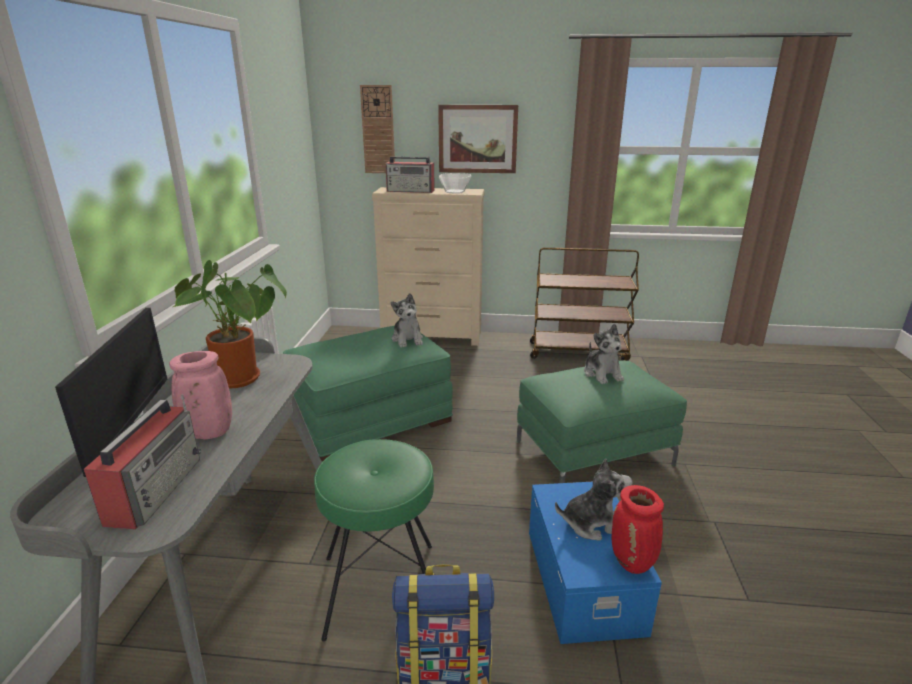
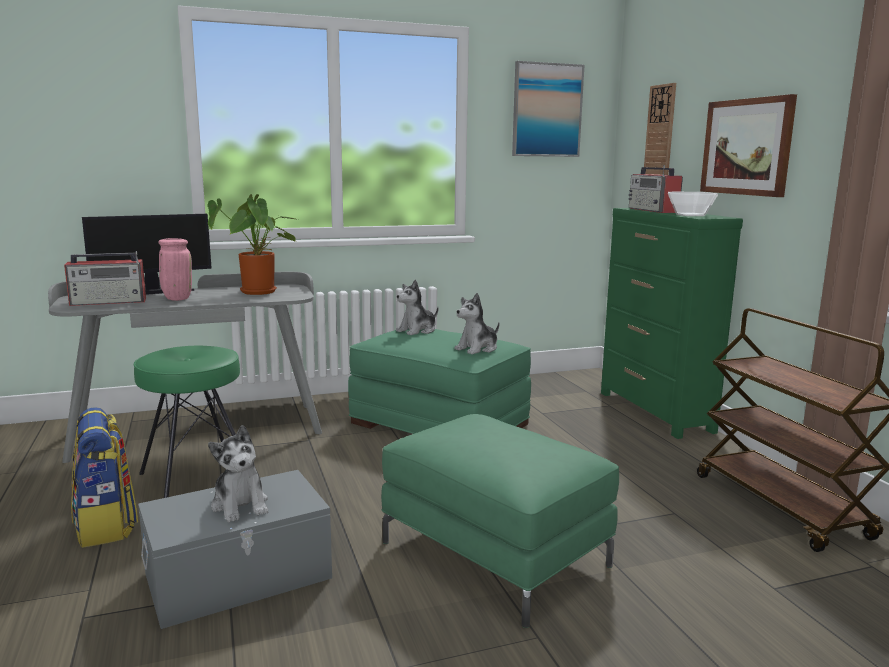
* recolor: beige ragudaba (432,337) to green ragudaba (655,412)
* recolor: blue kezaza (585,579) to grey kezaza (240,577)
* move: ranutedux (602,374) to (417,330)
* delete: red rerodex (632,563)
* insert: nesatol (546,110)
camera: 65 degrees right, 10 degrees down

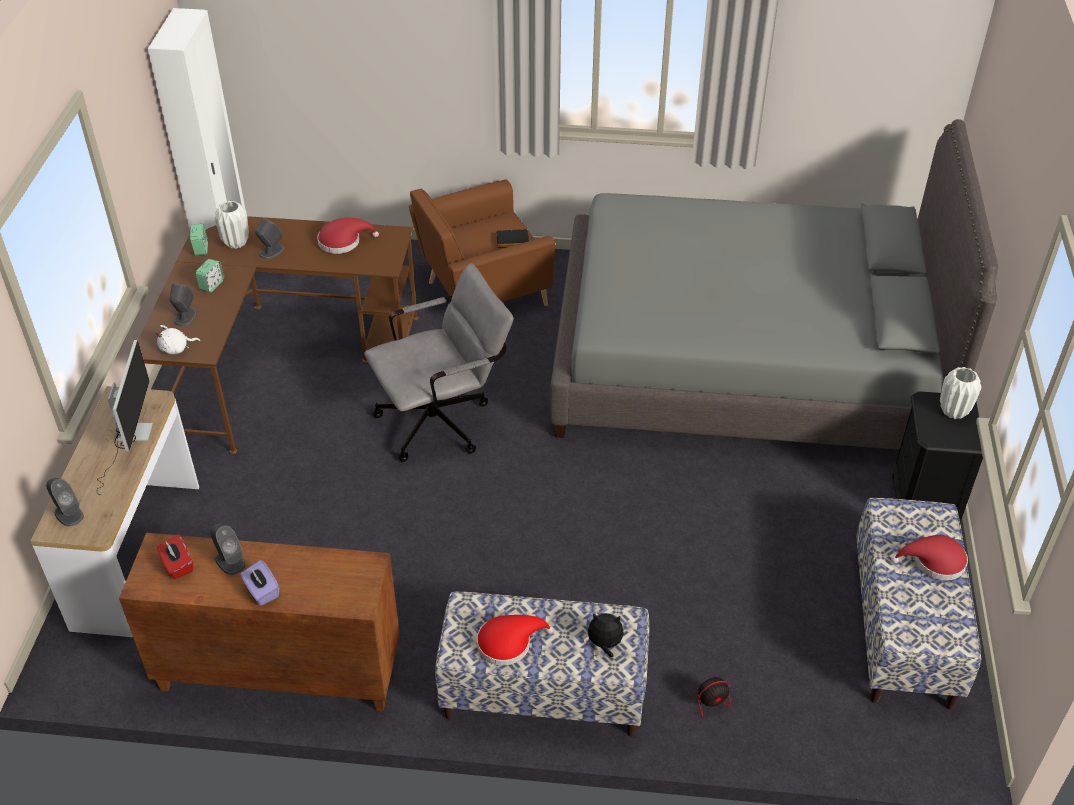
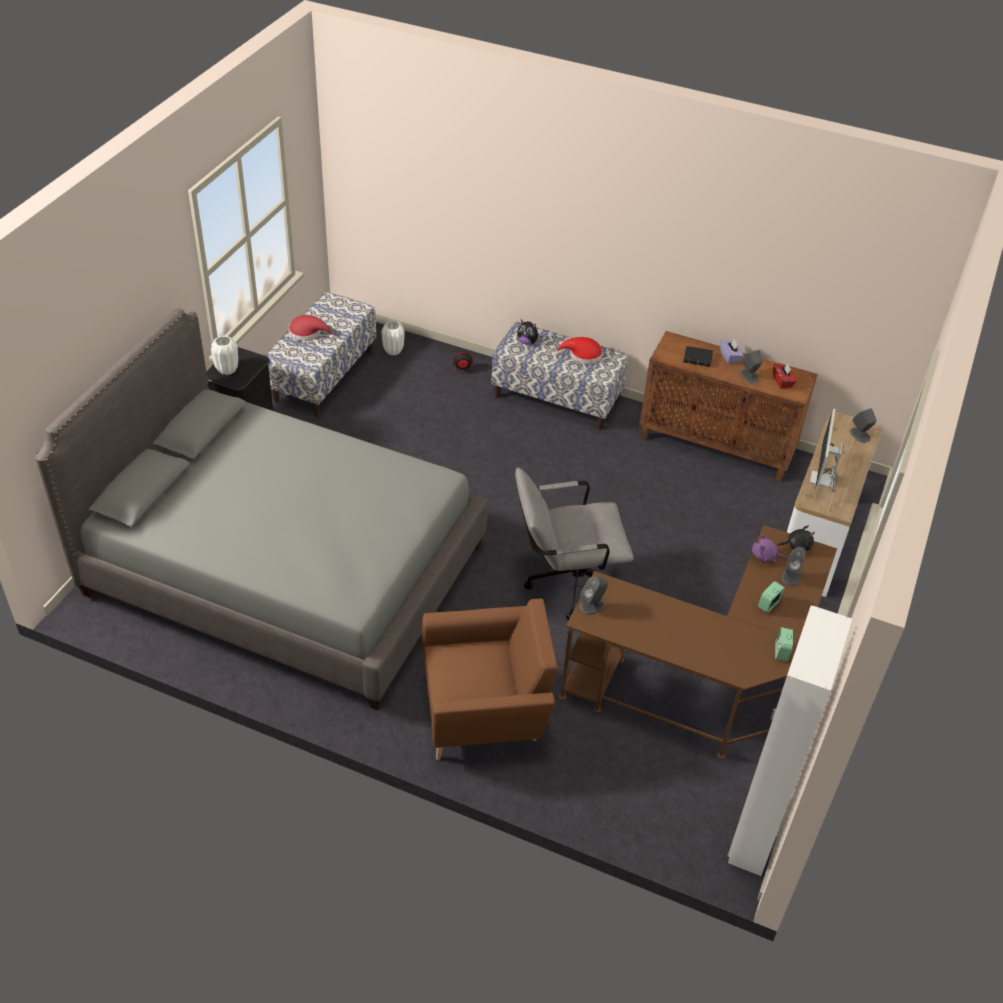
* recolor: white ranutedux (176,348) to black ranutedux (796,546)
* move: white rerodex (236,243) to (393,351)
* move: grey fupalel (271,251) to (592,605)
* delete: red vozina (343,241)
* move: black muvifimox (511,242) to (698,358)
* insert: purple ranutedux (765,557)
camera: 165 degrees left, 0 degrees up

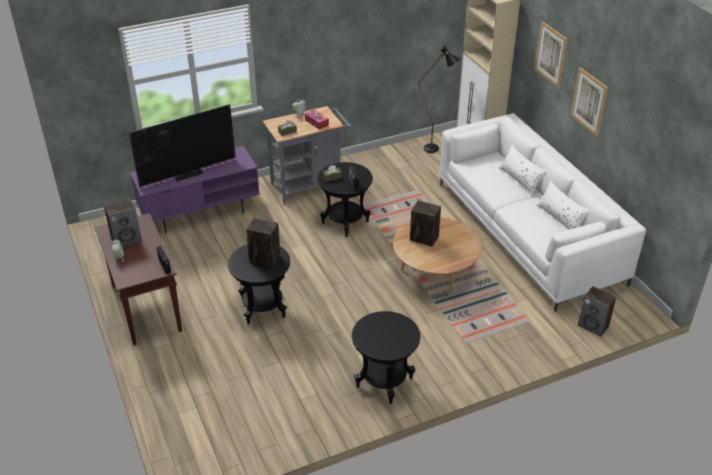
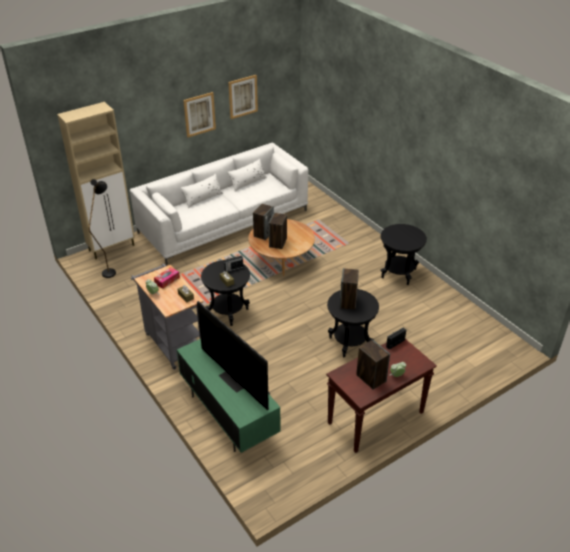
* recolor: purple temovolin (200,212) to green temovolin (228,414)
* move: nesatol (551,54) to (243,96)
* move: fupalel (593,326) to (263,233)
camera: 100 degrees left, 0 degrees up

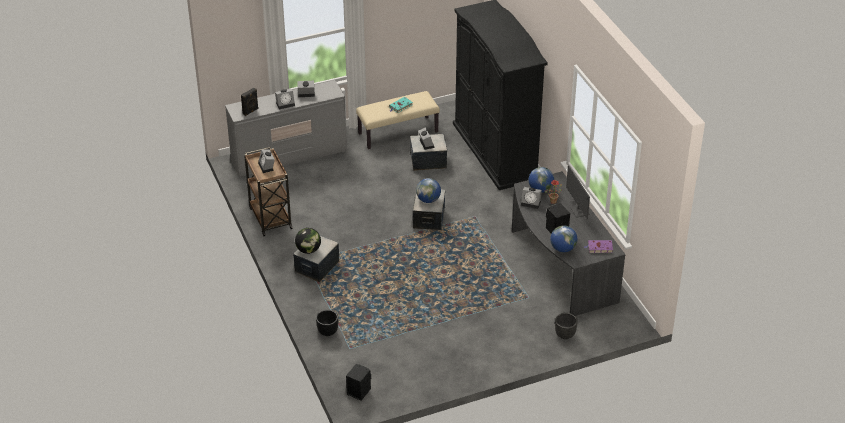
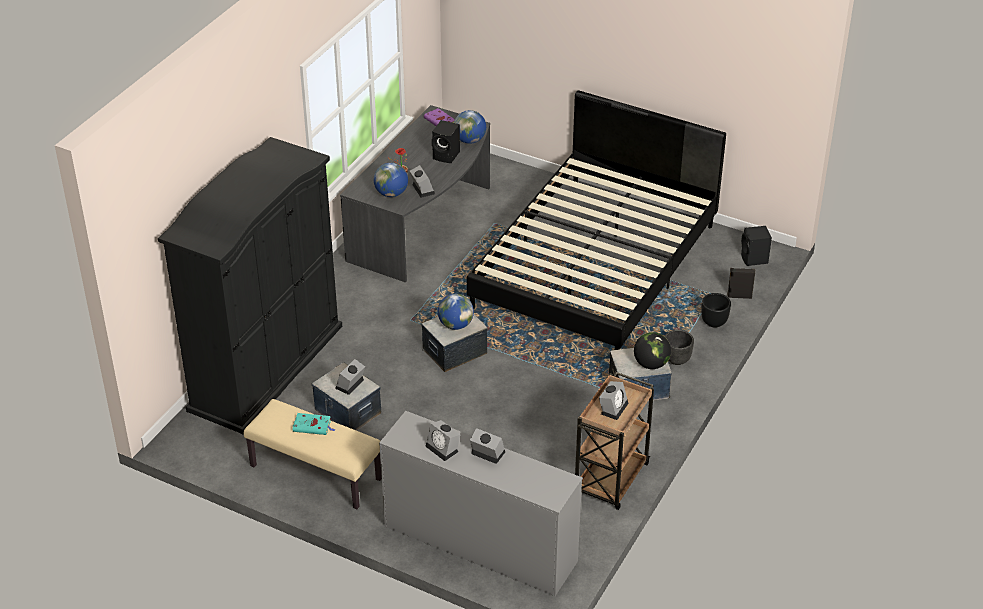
* move: black fupalel (251,111) to (739,295)
* move: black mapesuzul (565,335) to (677,359)
* delete: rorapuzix (579,210)
* insert: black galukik (596,266)
camera: 130 degrees left, 0 degrees up

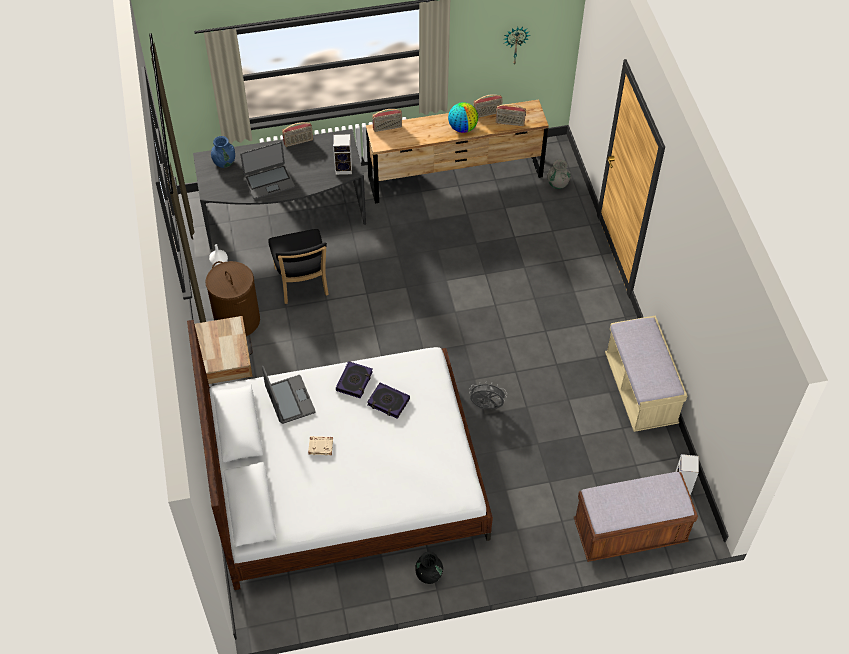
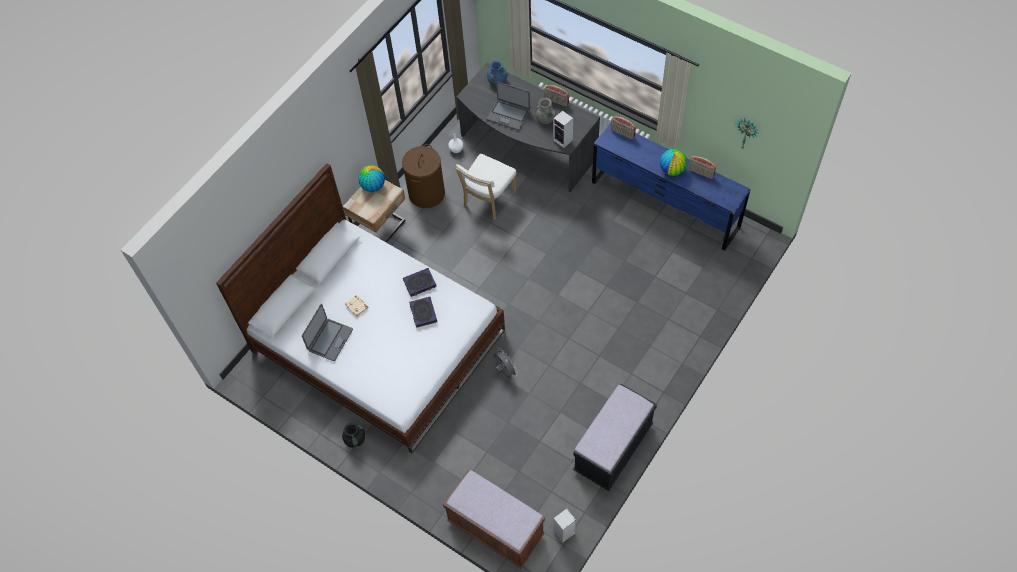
* move: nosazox (289,400) to (330,340)
* recolor: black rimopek (302,284) to white rimopek (488,200)
* recolor: brown ragudaba (455,177) to blue ragudaba (664,205)
* delete: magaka (510,123)
* move: grey rerodex (557,184) to (545,119)
* recolor: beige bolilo (640,390) to black bolilo (613,448)
* insert: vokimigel (373,186)
camera: 50 degrees right, 5 degrees up

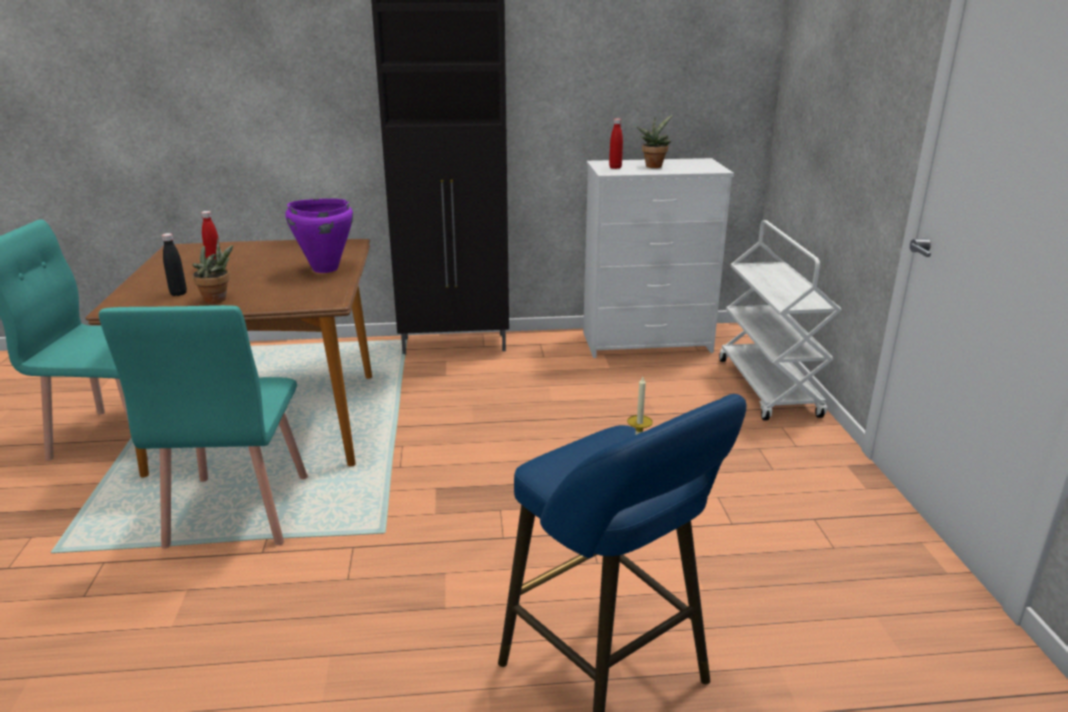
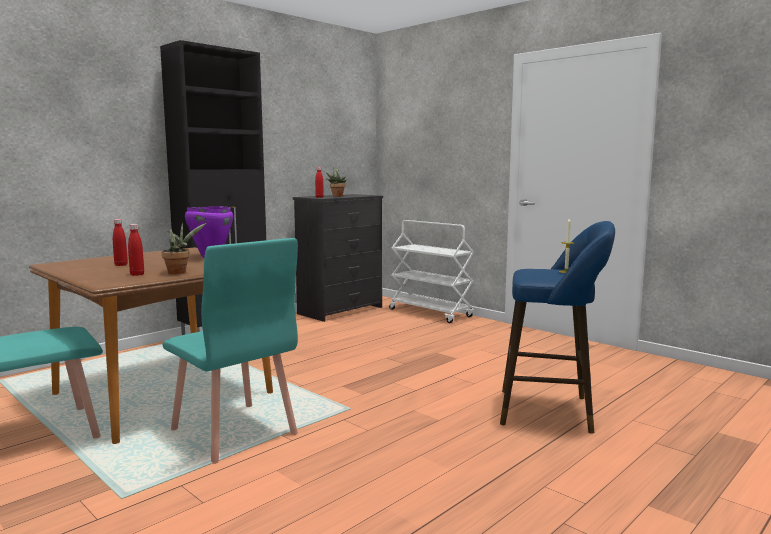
* recolor: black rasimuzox (178,293) to red rasimuzox (137,274)
* recolor: white ragudaba (648,342) to black ragudaba (341,310)
camera: 40 degrees left, 15 degrees down

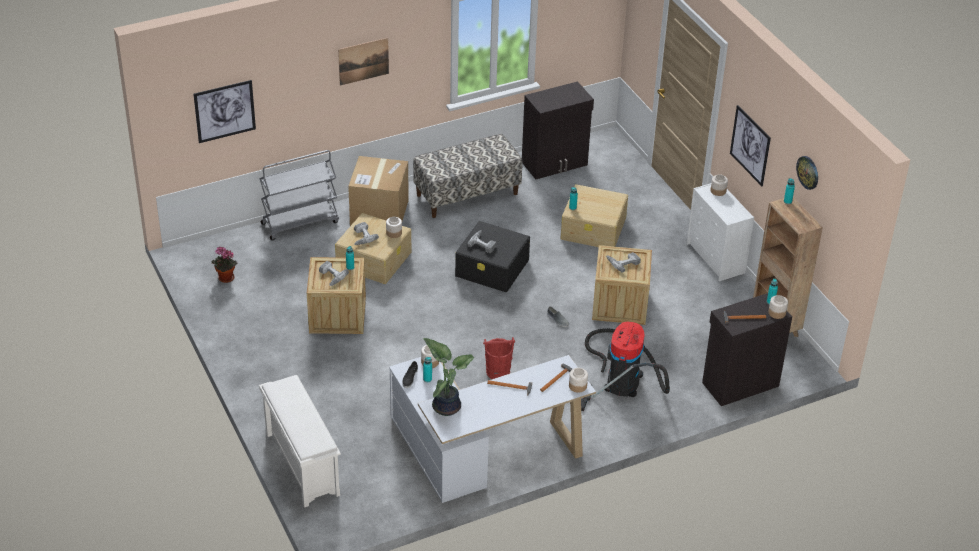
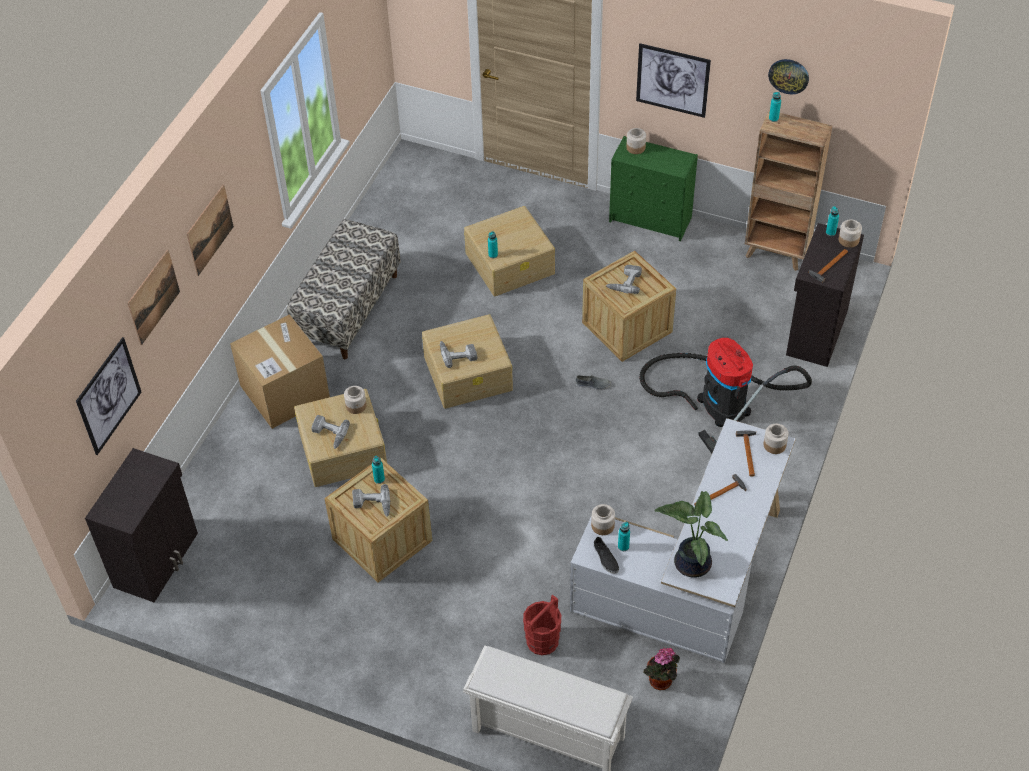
* move: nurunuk (225,279) to (660,682)
* delete: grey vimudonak (300,222)
* recolor: black kezaza (492,268) to beige kezaza (469,373)
* move: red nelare (497,372) to (542,641)
* move: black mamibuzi (555,164) to (157,560)
* recolor: white ragudaba (716,259) to green ragudaba (651,219)
* insert: nesatol (153,297)
camera: 40 degrees left, 10 degrees up

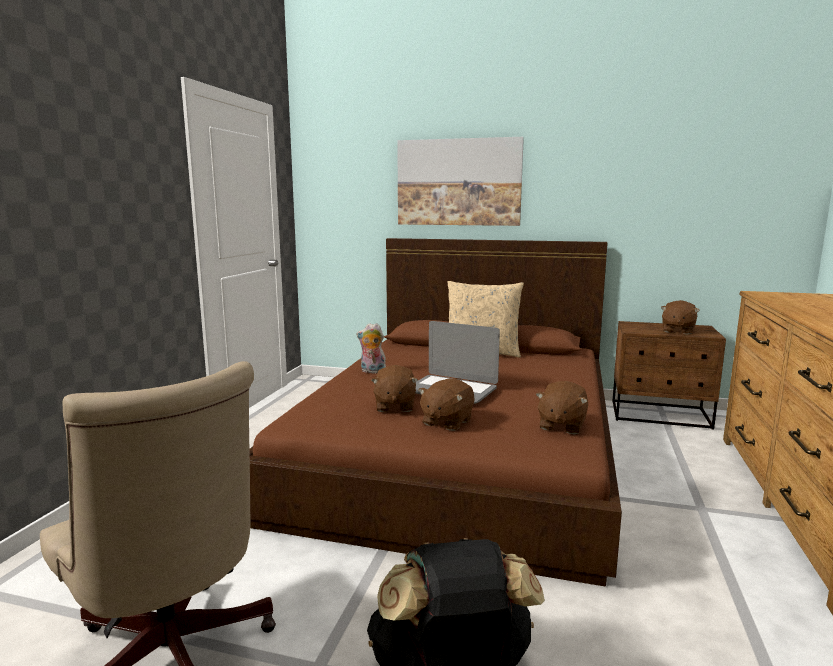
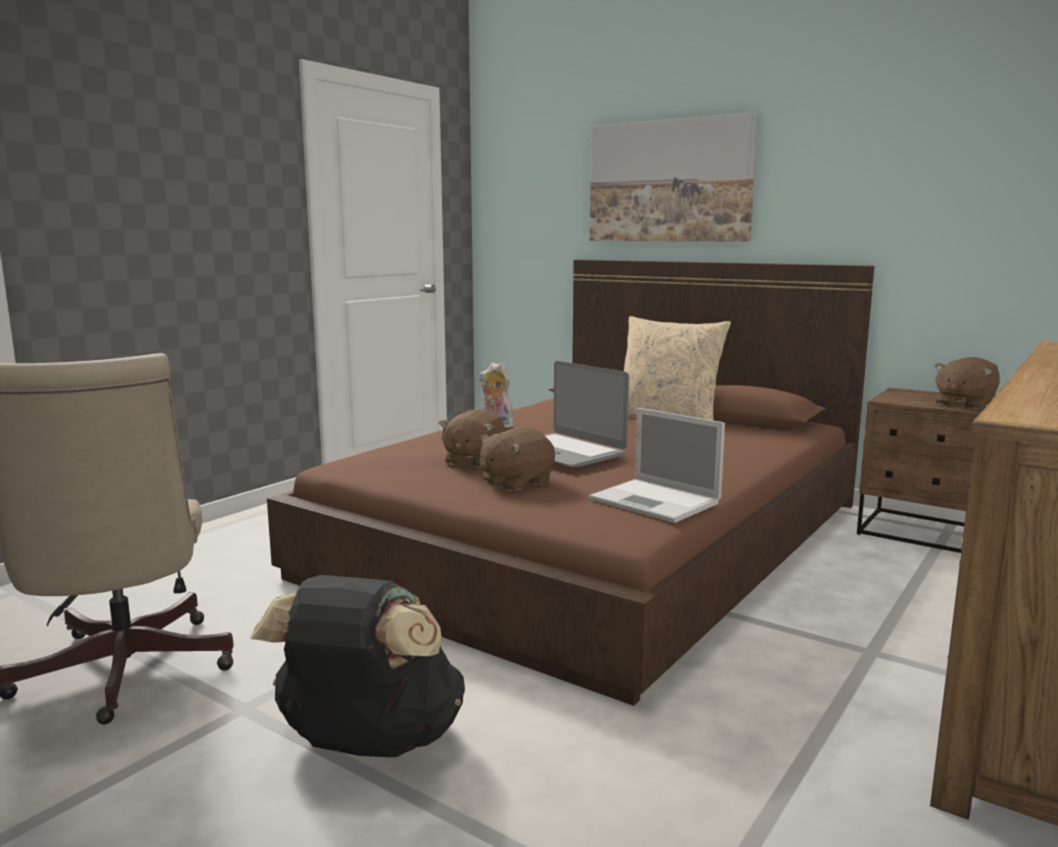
* replace: brown ranutedux (561,425) to nosazox (657,501)
camera: 20 degrees right, 0 degrees up

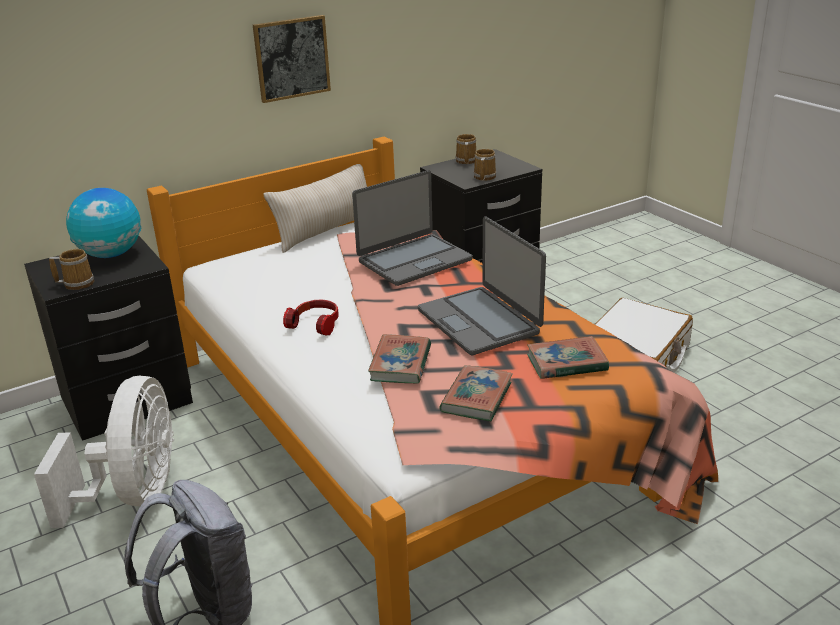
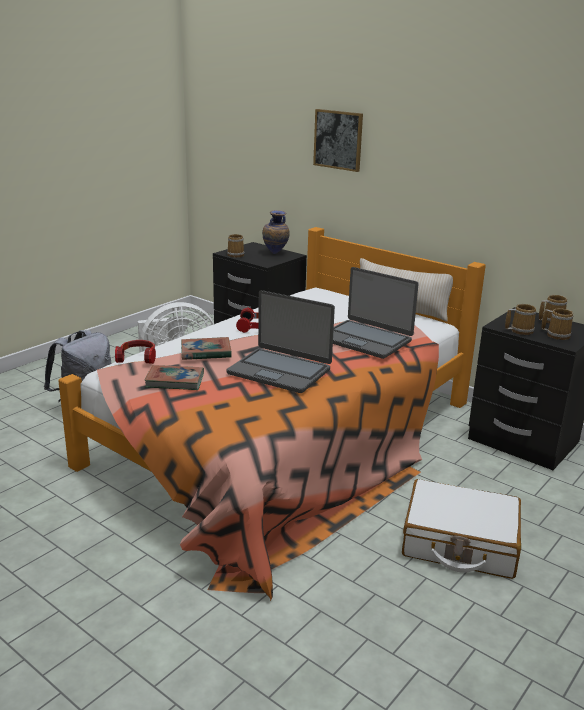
* replace: vokimigel (111,254) to rerodex (275,254)
* move: nesatol (291,58) to (338,140)
* rotate: nosazox (479,321) = (280,371) 105 degrees counterclockwise
* delete: muvifimox (566,363)
* insert: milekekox (137,358)
* insert: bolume (557,335)
camera: 70 degrees right, 5 degrees down

